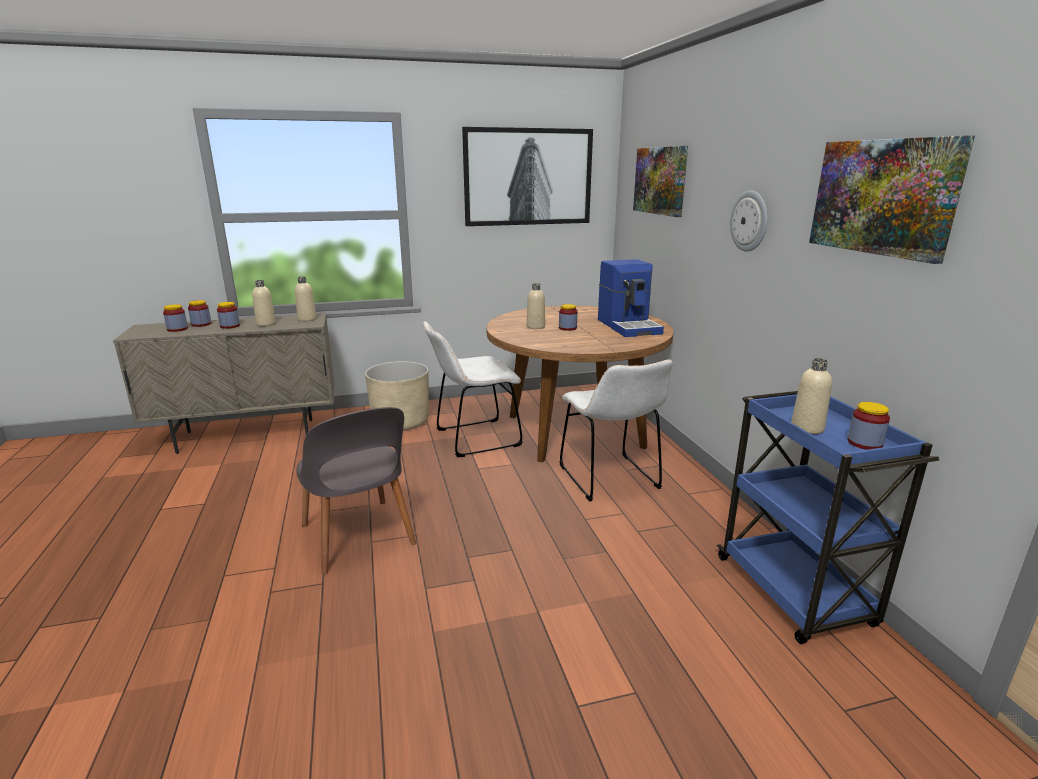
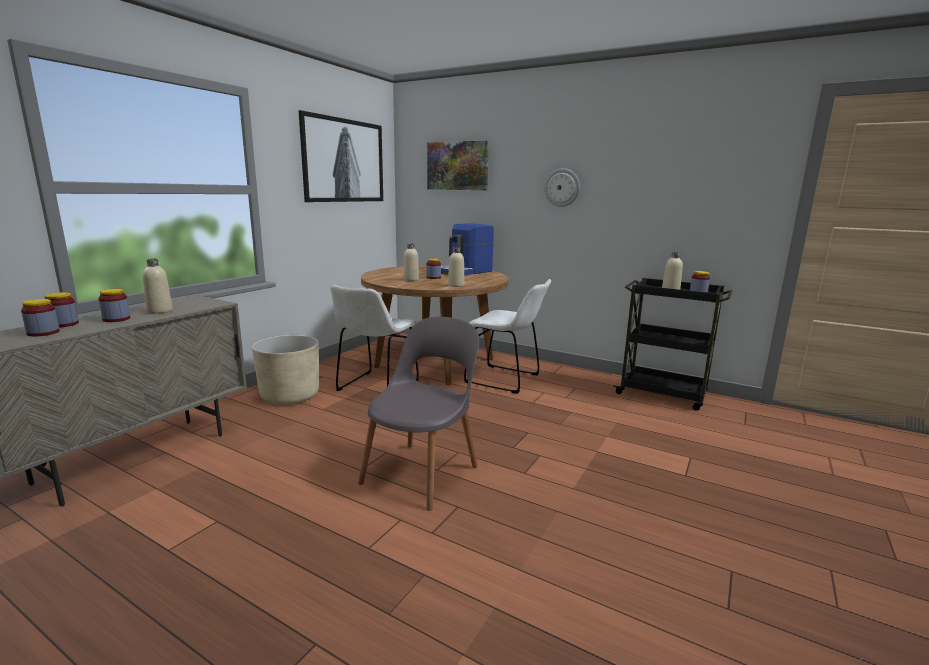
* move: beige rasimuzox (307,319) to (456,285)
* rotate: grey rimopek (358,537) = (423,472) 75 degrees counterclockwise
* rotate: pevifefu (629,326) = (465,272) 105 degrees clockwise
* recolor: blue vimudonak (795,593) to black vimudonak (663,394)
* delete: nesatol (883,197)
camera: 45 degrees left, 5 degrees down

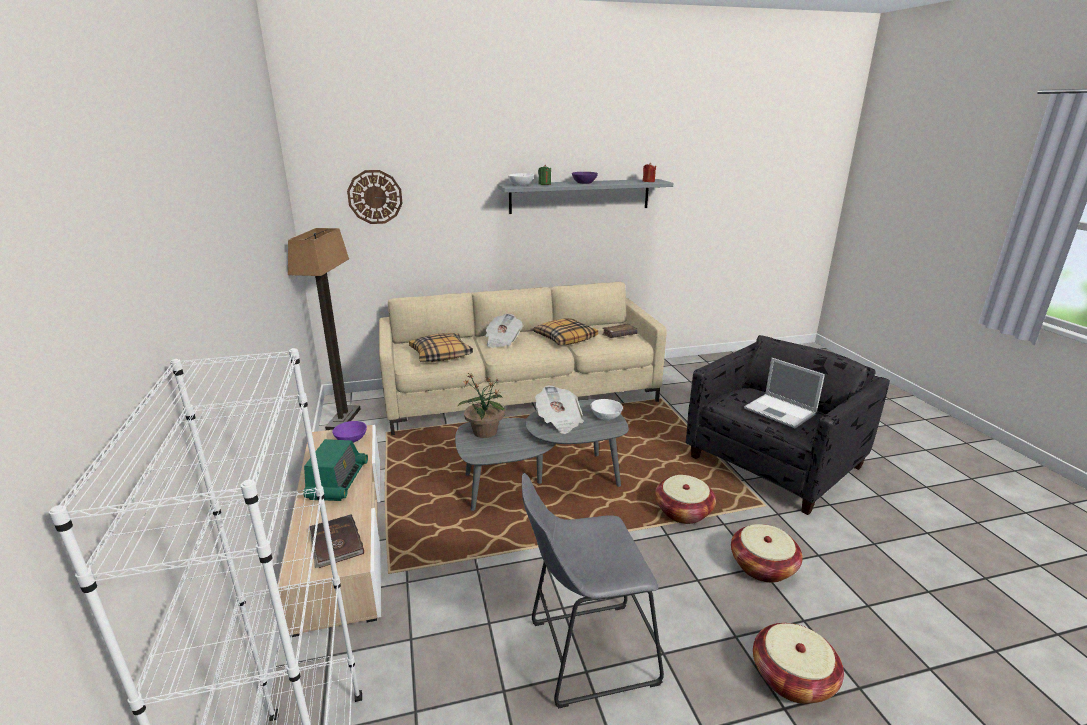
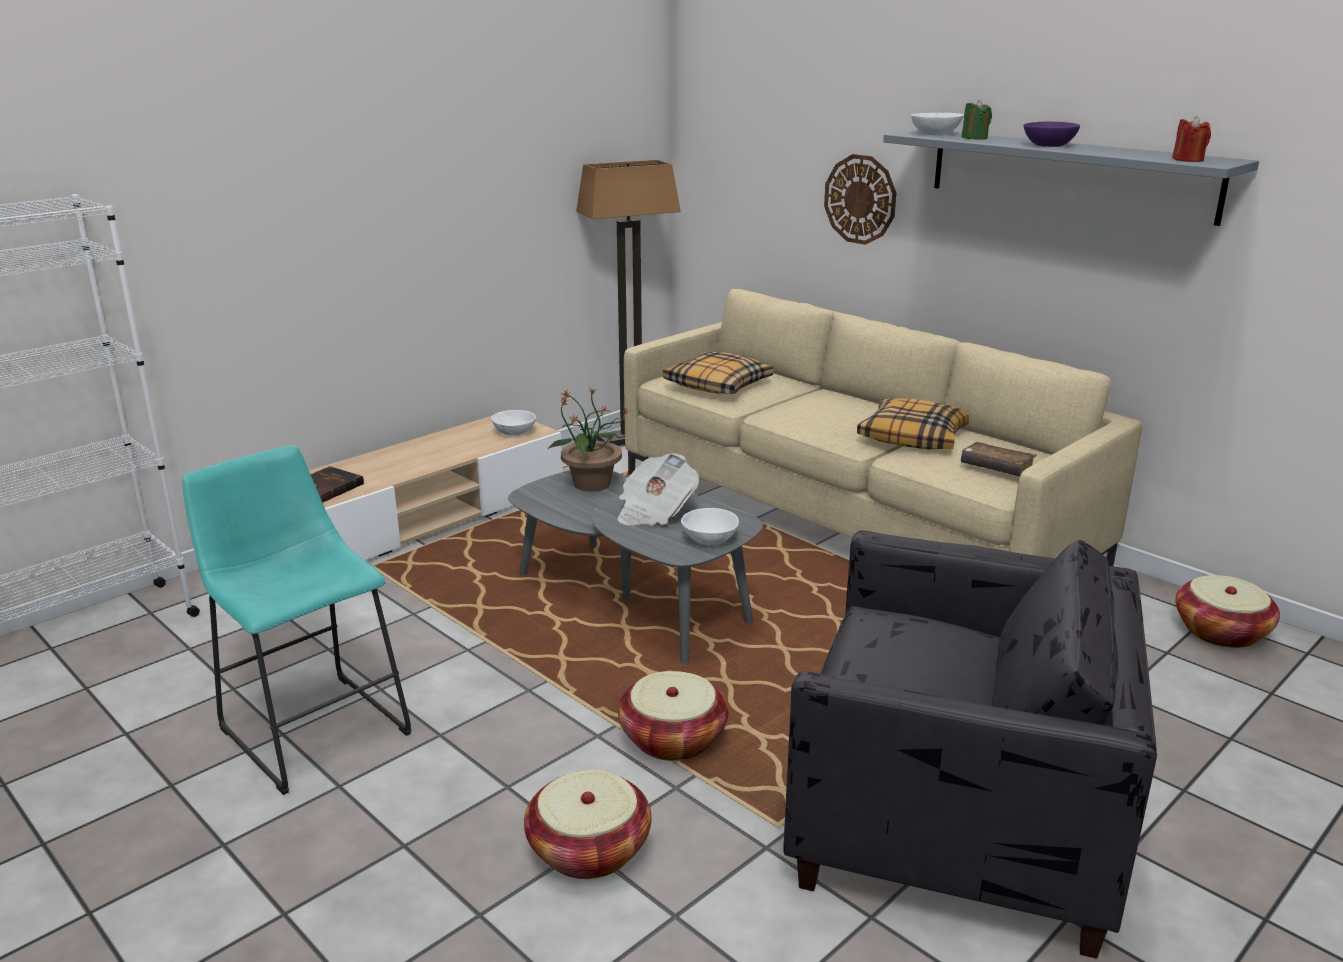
* delete: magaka (337,482)
* recolor: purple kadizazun (350,439) to white kadizazun (514,432)
* move: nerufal (375,197) to (860,199)
* delete: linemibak (502,341)
* recolor: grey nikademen (585,653) to turquoise nikademen (311,725)
* delete: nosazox (781,411)
* move: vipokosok (792,678) to (1220,632)
camera: 60 degrees right, 0 degrees up

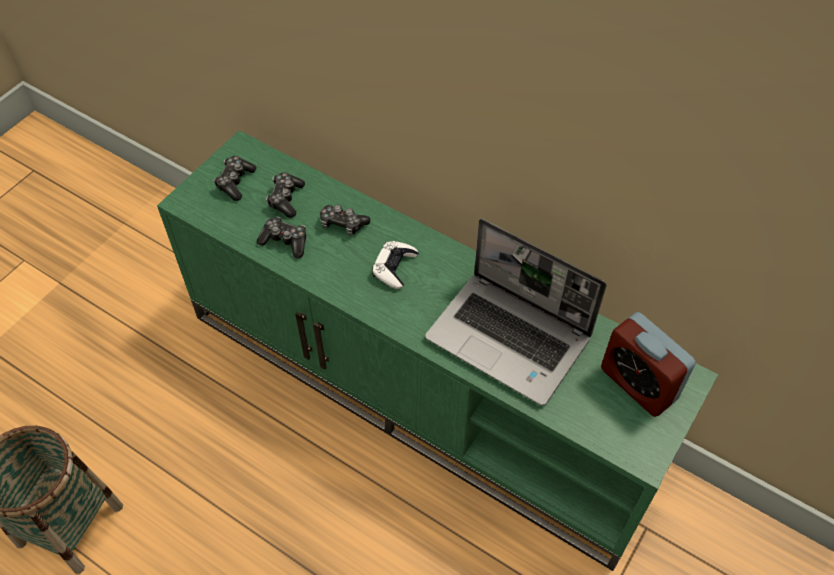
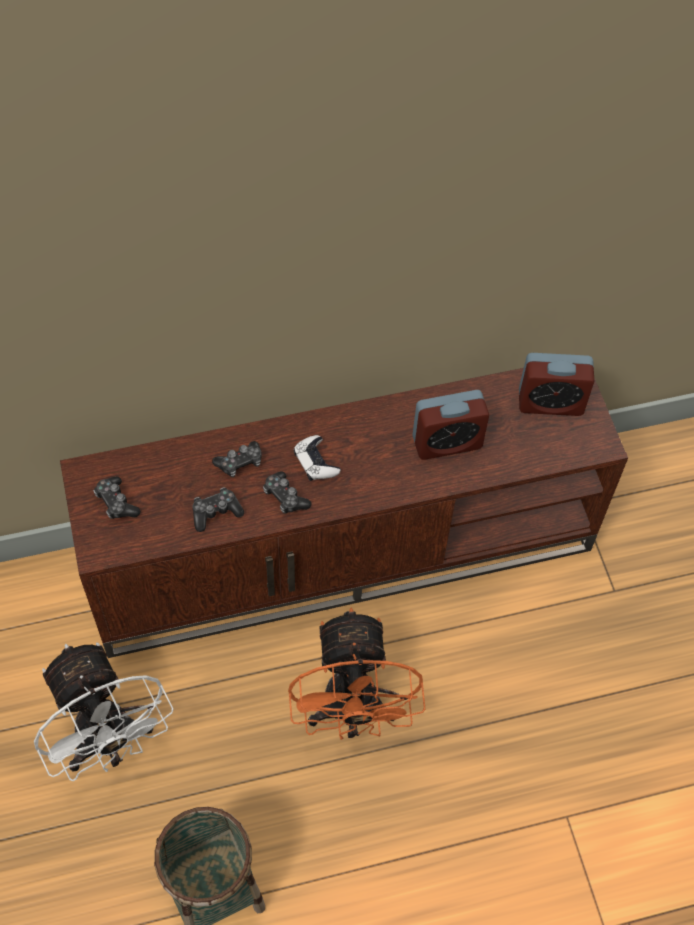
* recolor: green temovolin (422,390) to brown temovolin (343,549)
* move: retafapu (286,199) to (285,497)
* replace: nosazox (510,338) to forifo (447,442)
* insert: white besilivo (109,743)
* insert: orange besilivo (351,713)
camera: 50 degrees left, 5 degrees up

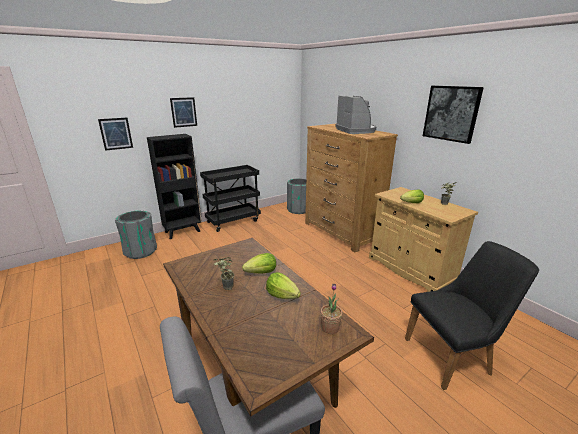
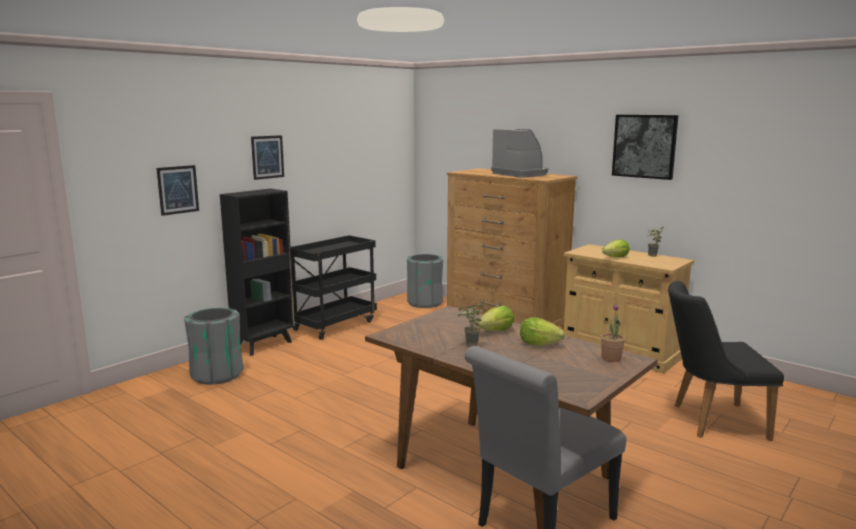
* rotate: black rimopek (454,355) = (710,420) 150 degrees counterclockwise
camera: 15 degrees left, 10 degrees down

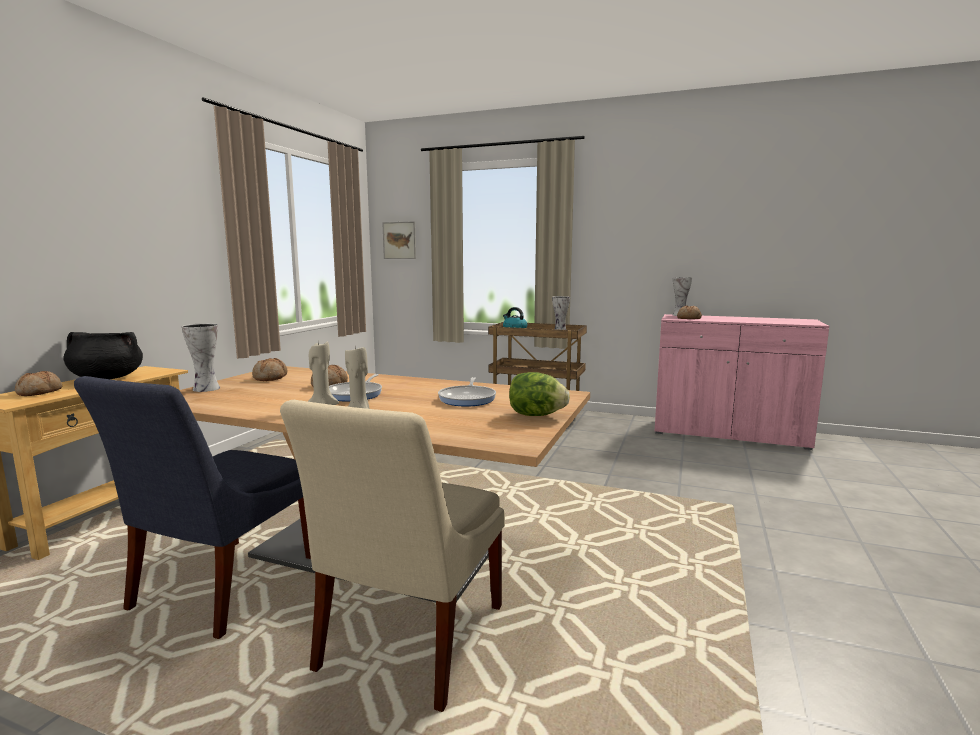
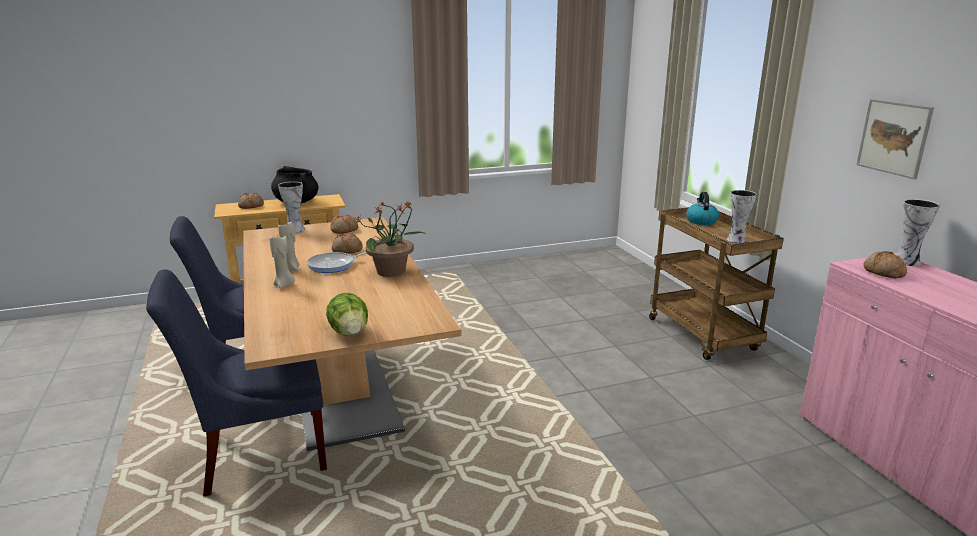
* recolor: beige rimopek (407,642) to blue rimopek (257,453)
* move: nesatol (399,240) to (893,137)
* delete: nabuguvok (468,399)
* insert: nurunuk (392,271)
camera: 50 degrees right, 10 degrees up

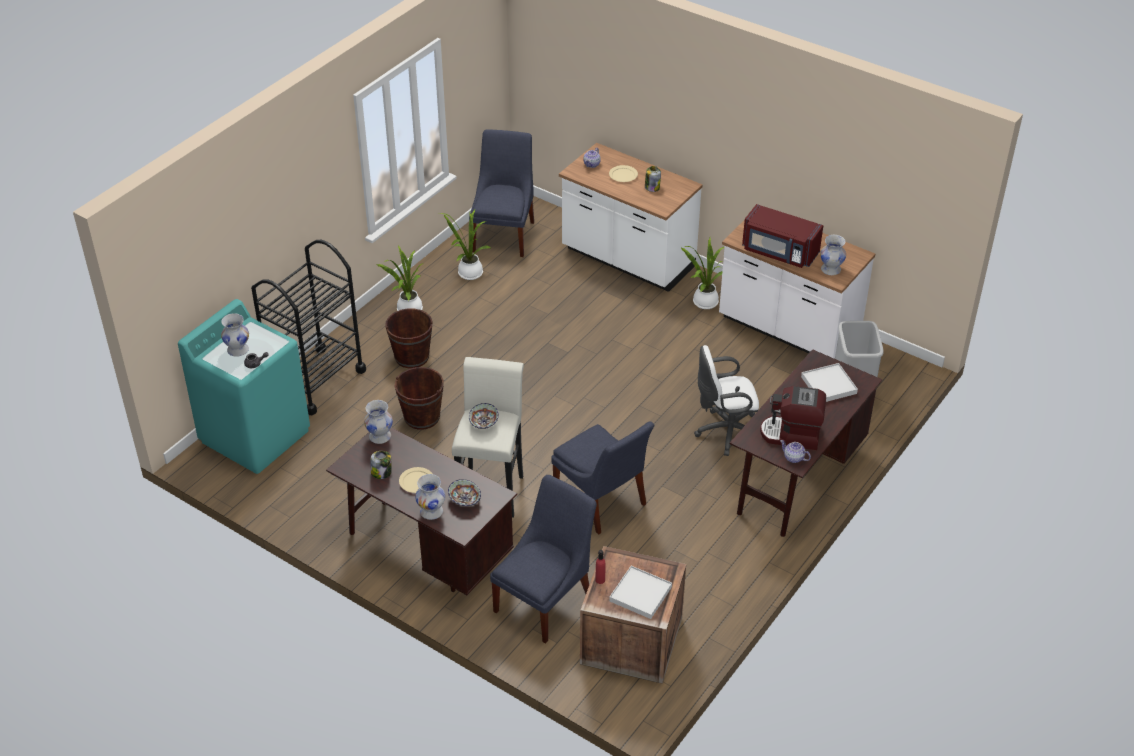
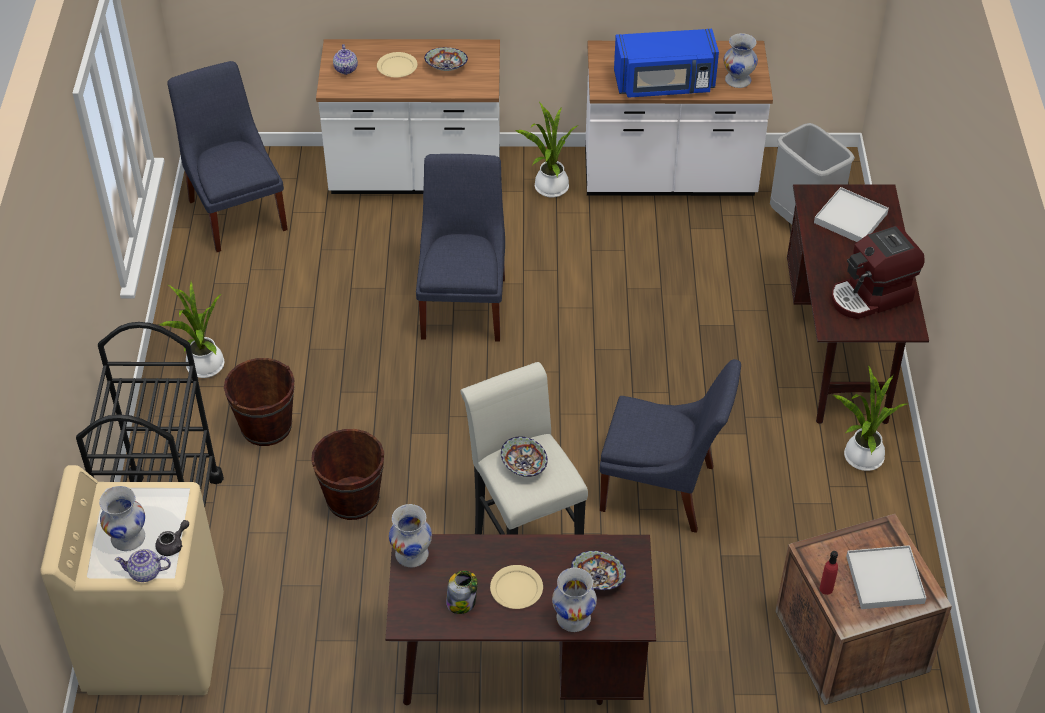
* recolor: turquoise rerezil (256,435) to beige rerezil (155,642)
* move: nurunuk (468,273) to (860,458)
* move: blue rimopek (546,601) to (464,304)
* replace: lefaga (652,187) to kadizazun (446,68)
* delete: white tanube (725,432)
* recolor: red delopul (779,252) to blue delopul (664,84)
* move: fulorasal (794,458) to (146,573)
camera: 35 degrees left, 5 degrees up

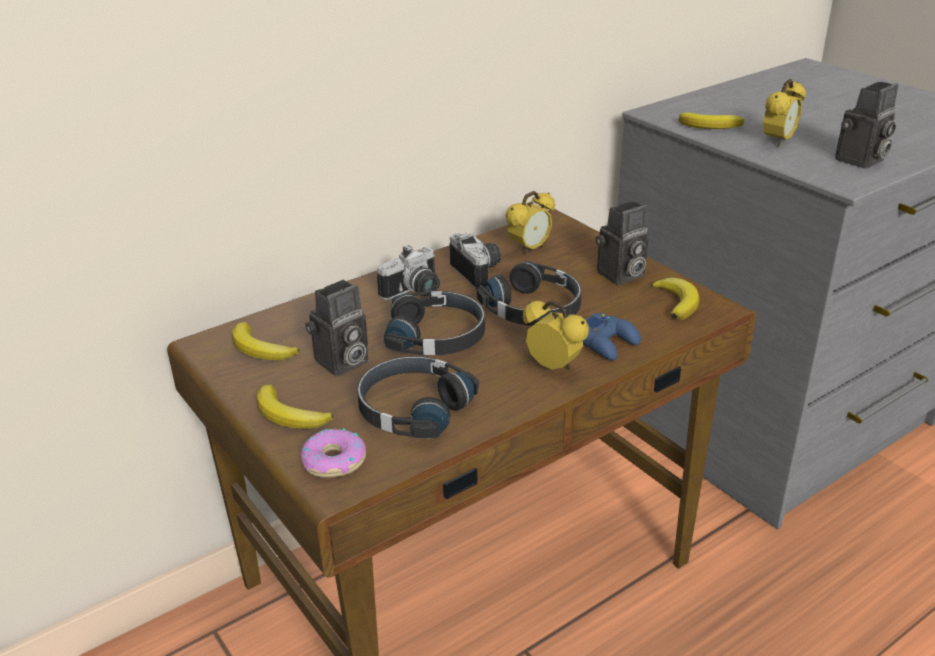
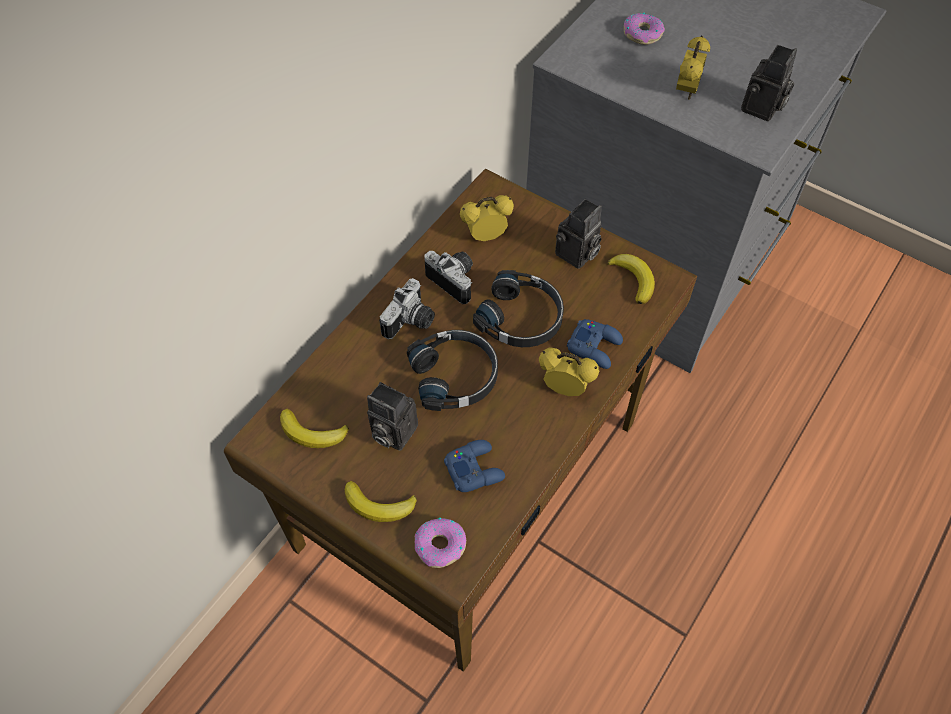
* rotate: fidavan (341,363) = (391,432) 90 degrees clockwise
* replace: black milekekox (413,409) to blue retafapu (474,469)
* rotate: forifo (529,249) = (486,236) 135 degrees counterclockwise
* delete: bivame (712,126)
* insert: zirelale (642,34)
camera: 20 degrees left, 25 degrees up

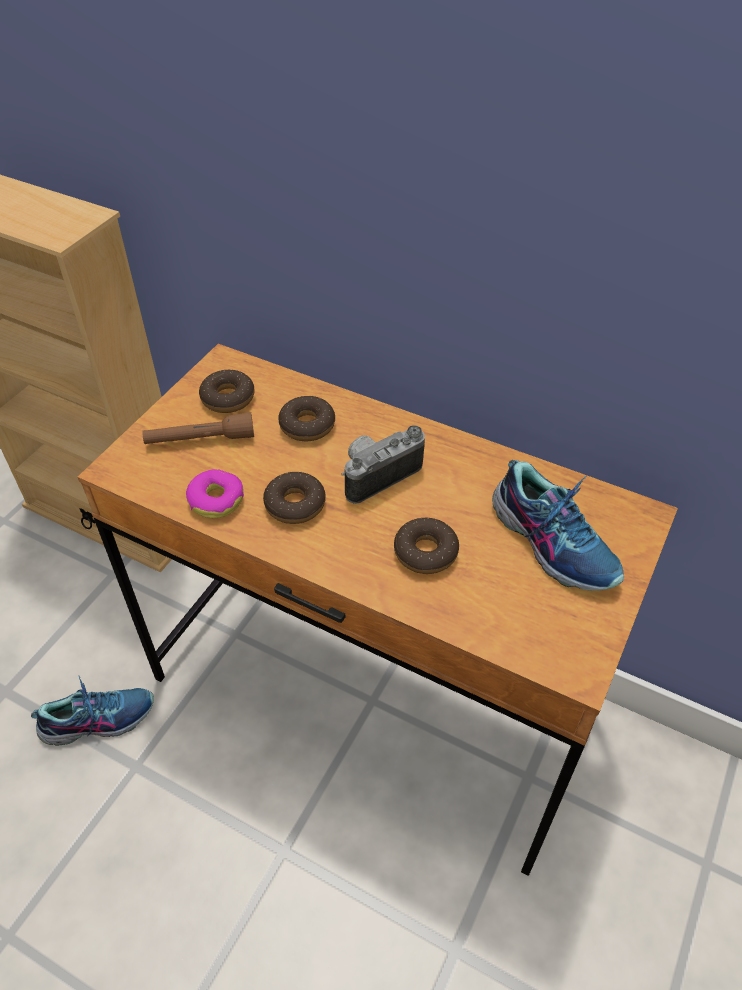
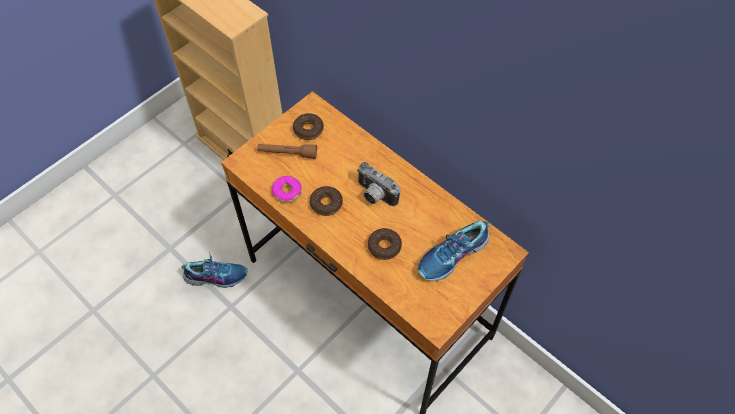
* delete: zirelale (307,425)
* rotate: fidavan (377,474) = (374,195) 120 degrees counterclockwise
* rotate: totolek (554,542) = (453,256) 75 degrees clockwise
camera: 15 degrees right, 10 degrees up

